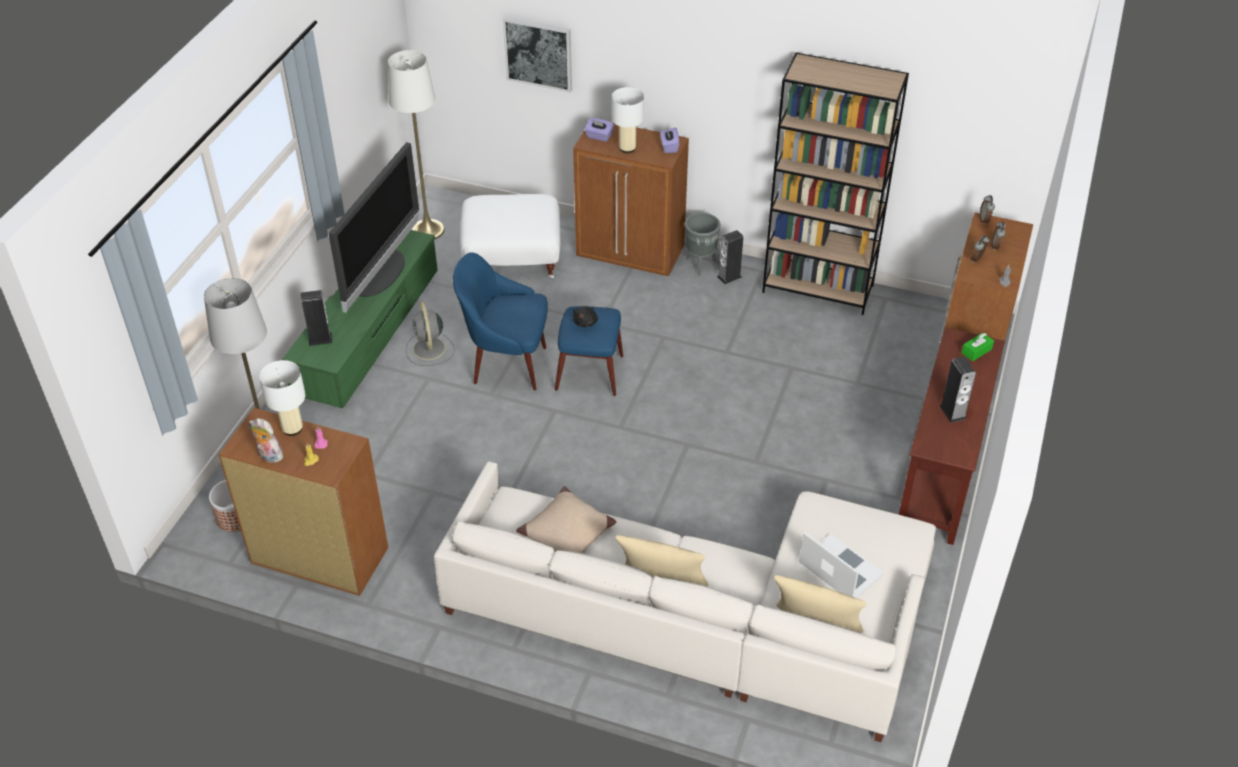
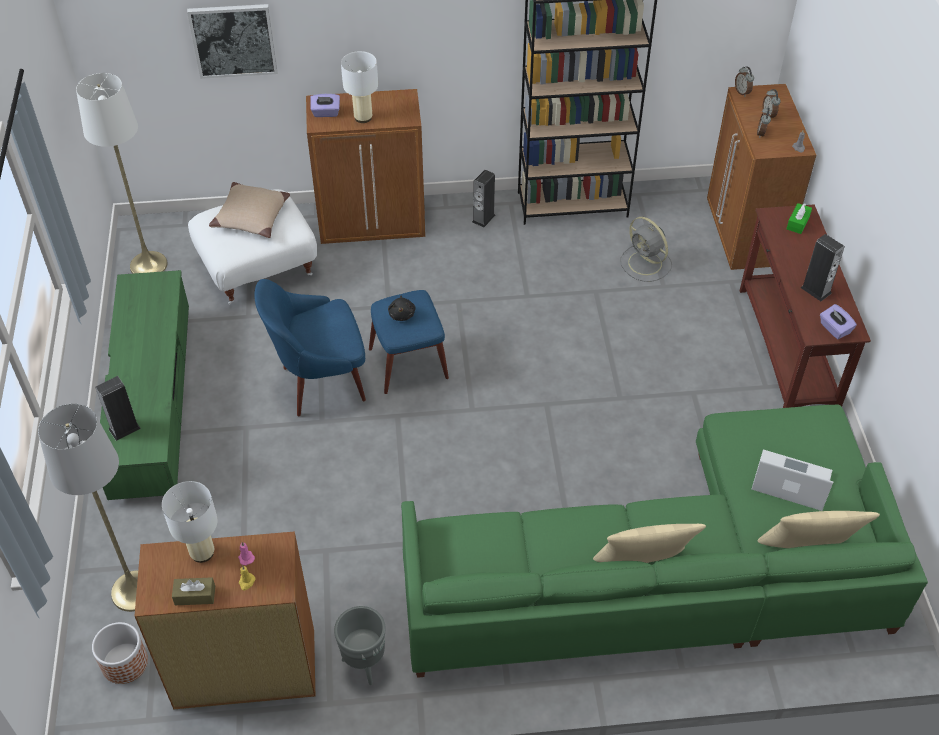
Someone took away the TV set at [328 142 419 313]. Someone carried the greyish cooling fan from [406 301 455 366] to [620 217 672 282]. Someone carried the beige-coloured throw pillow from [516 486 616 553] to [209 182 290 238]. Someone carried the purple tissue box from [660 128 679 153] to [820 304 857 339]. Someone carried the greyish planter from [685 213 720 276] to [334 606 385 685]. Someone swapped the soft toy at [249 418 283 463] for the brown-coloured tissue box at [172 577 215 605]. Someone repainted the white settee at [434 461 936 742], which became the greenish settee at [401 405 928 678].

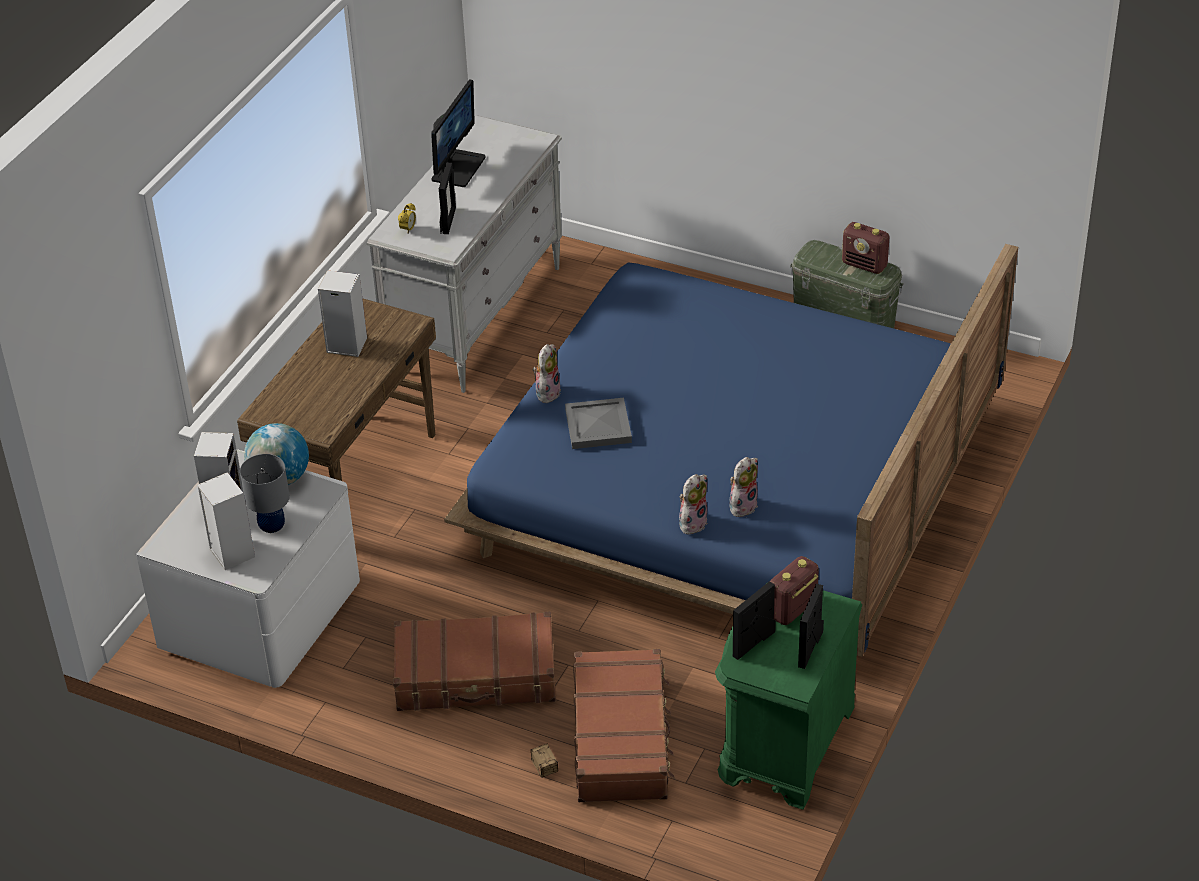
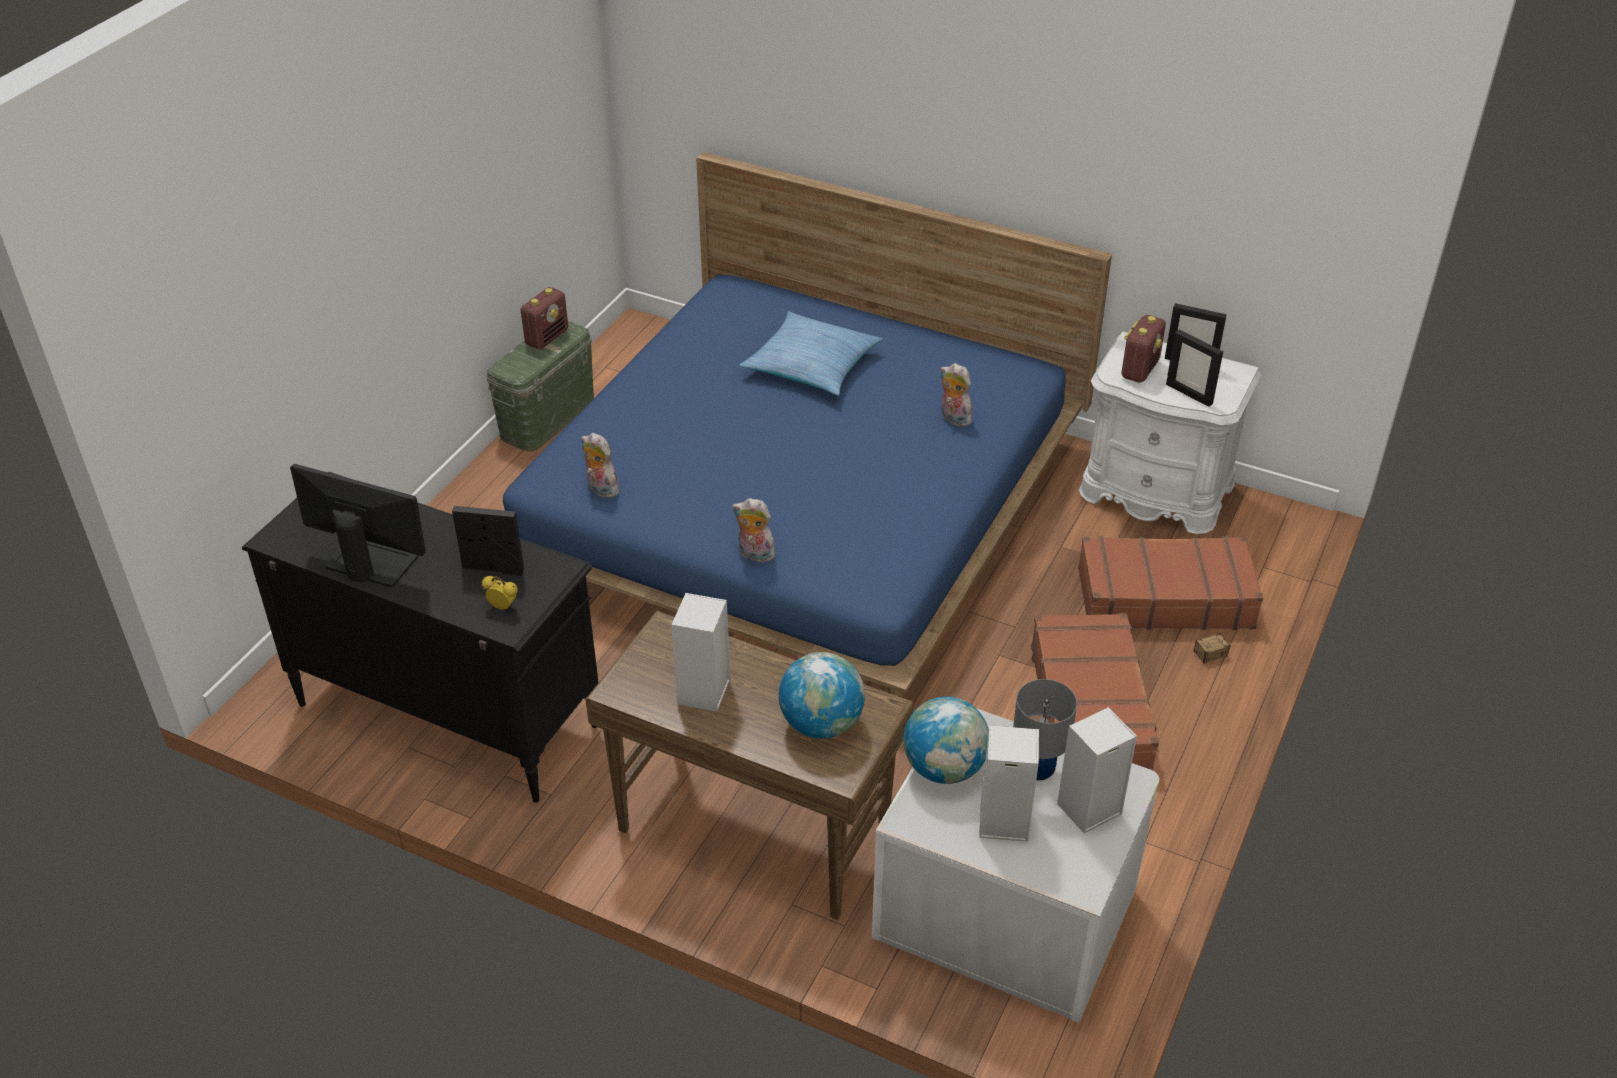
Someone took away the greyish carrying tray at [565 398 632 449]. Someone put down the throw pillow at [739 311 883 396]. Someone put down the world globe at [779 652 865 739]. Someone carried the soft toy from [679 474 707 534] to [581 433 620 498]. Someone repainted the white chest of drawers at [367 115 562 393], which became the black-coloured chest of drawers at [242 472 599 803]. Someone repainted the greenish bedside table at [715 590 862 810], which became the white bedside table at [1079 331 1261 534]. Someone rotated the radio at [770 556 819 625] by 105 degrees counterclockwise.

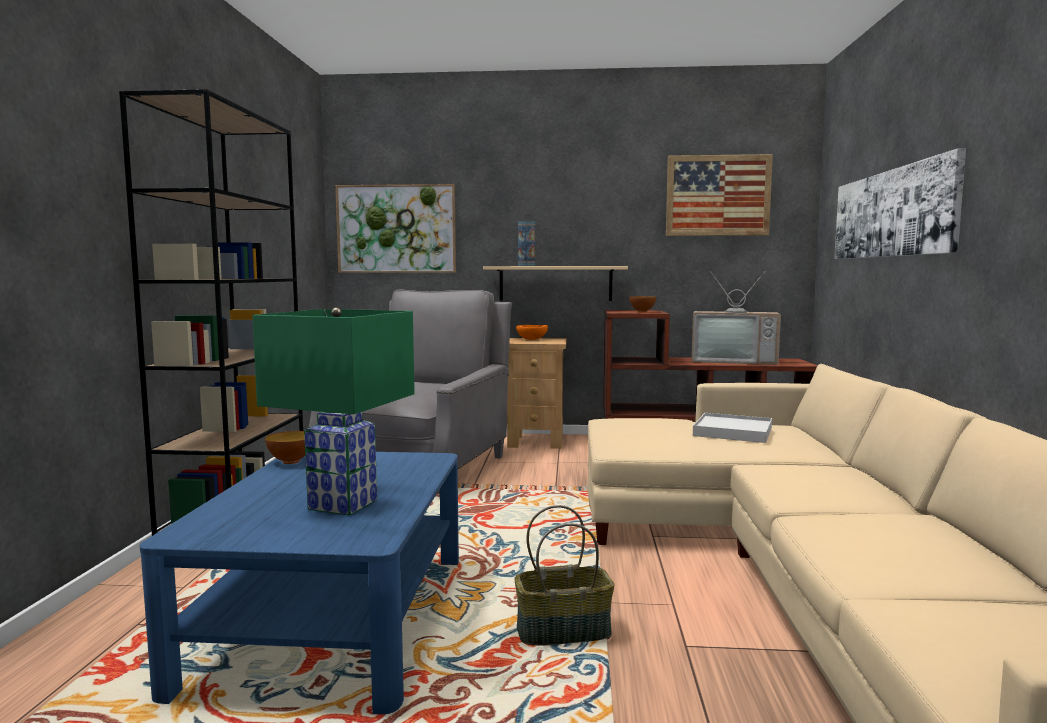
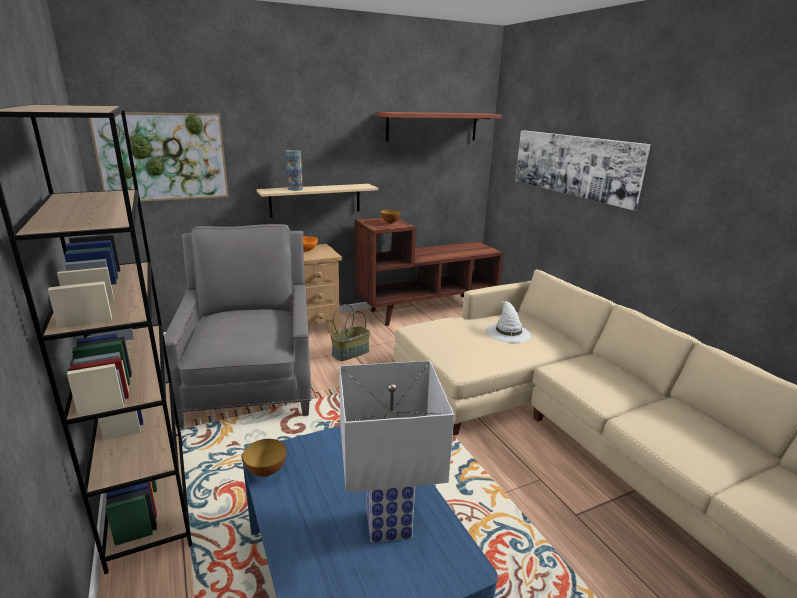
Someone took away the TV set at [692 271 781 365]. Someone carried the household basket from [514 505 615 646] to [331 304 370 361]. Someone swapped the wall art at [666 154 773 236] for the shelf at [377 112 502 141]. Someone swapped the white carrying tray at [693 413 772 443] for the white clothing hat at [486 301 532 343]. Someone repainted the greenish lamp for a table at [252 307 415 515], which became the white lamp for a table at [339 361 454 543].

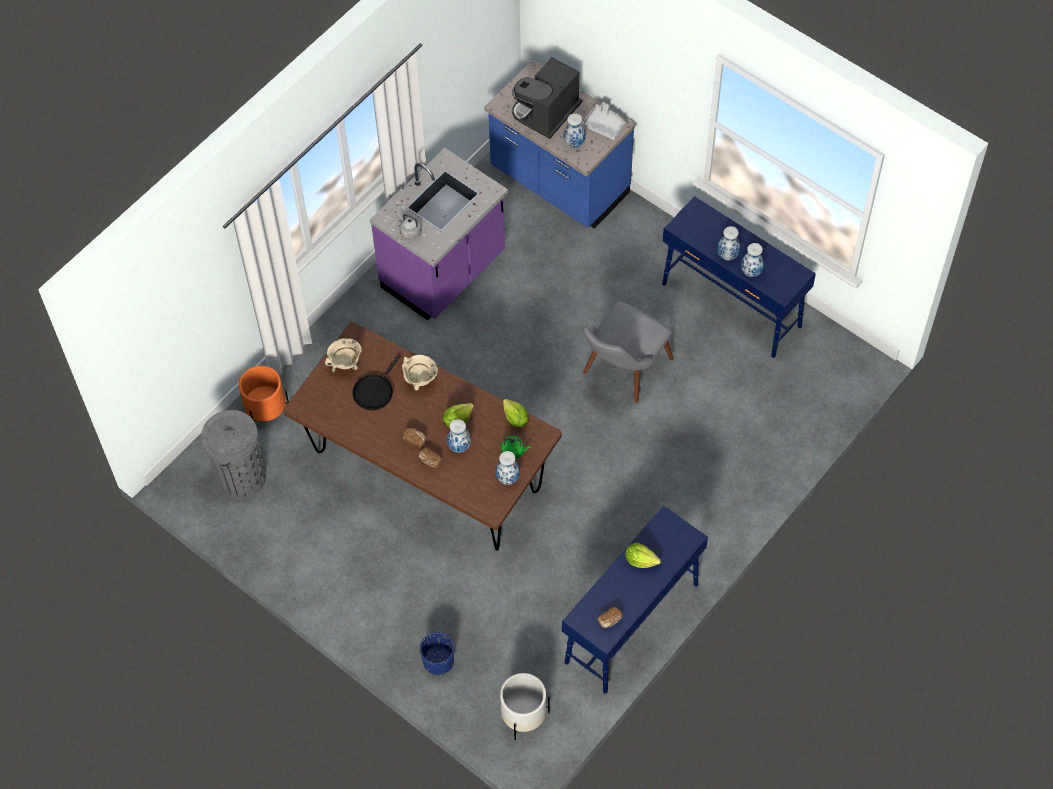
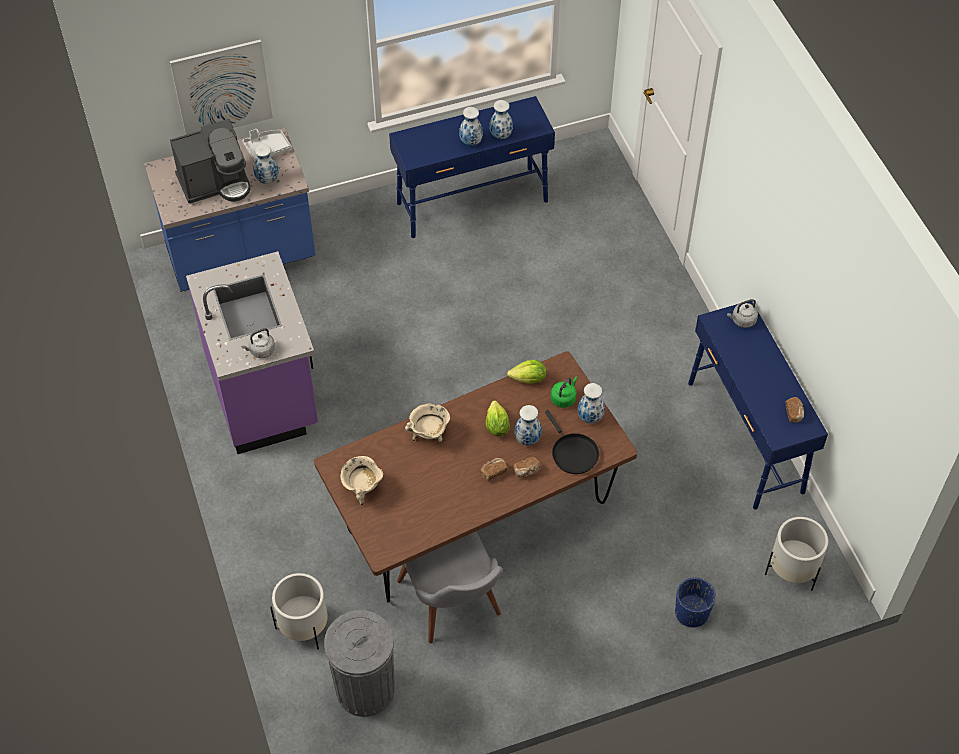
Someone took away the lettuce head at [625 543 661 568]. Someone put up the wall art at [170 40 273 135]. Someone put down the greyish kettle at [727 299 758 328]. Someone carried the black-coloured pan from [352 355 401 410] to [545 410 599 474]. Someone carried the greyish chair from [582 301 674 403] to [397 532 503 643]. Someone repainted the orange planter at [239 366 289 422], which became the white planter at [270 573 328 649]. Someone rotated the coffee maker at [512 57 582 139] by 90 degrees counterclockwise.

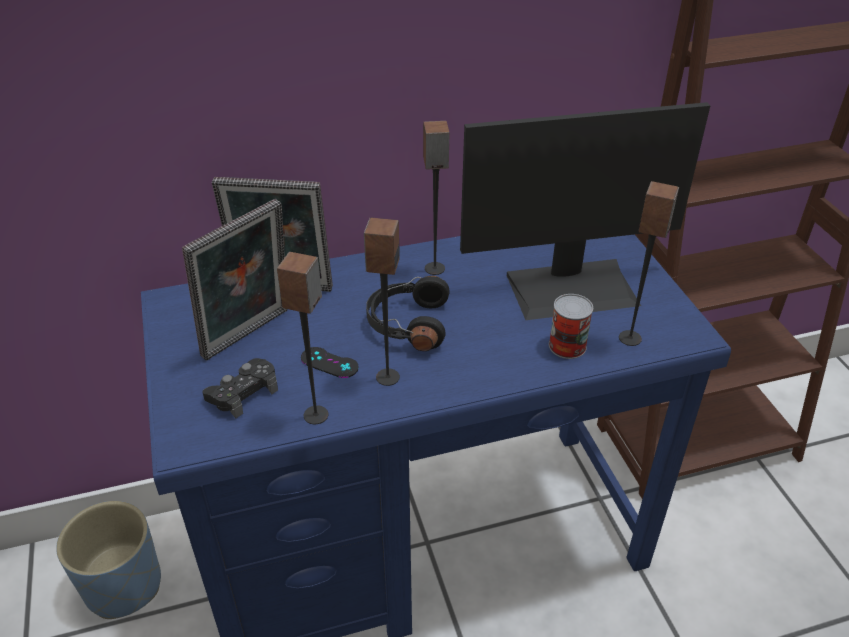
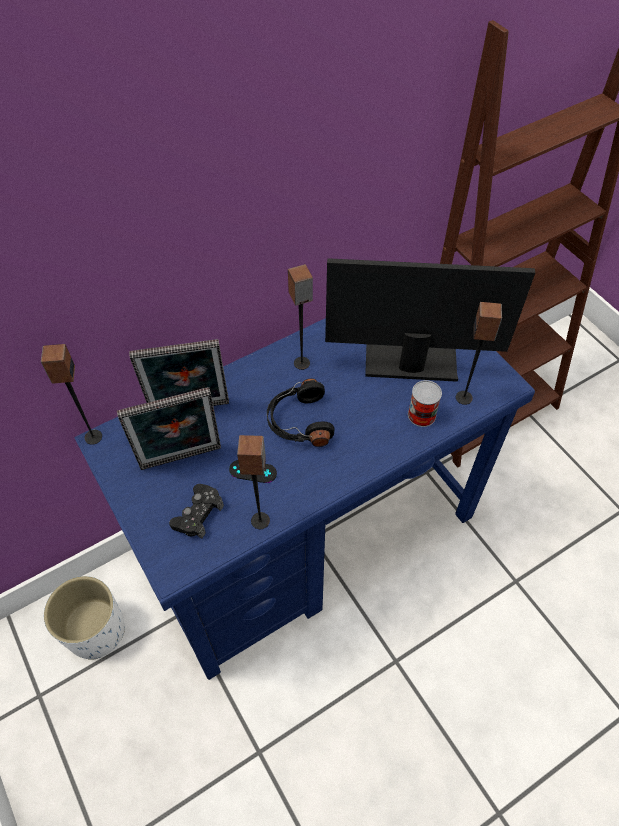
Someone carried the speaker from [364 218 400 386] to [41 344 102 445]. Someone repainted the bluish planter at [56 501 161 619], which became the white planter at [44 576 125 660]. Someone rotated the photo frame at [182 199 288 361] by 45 degrees clockwise. Someone rotated the computer screen at [460 102 710 320] by 150 degrees counterclockwise.

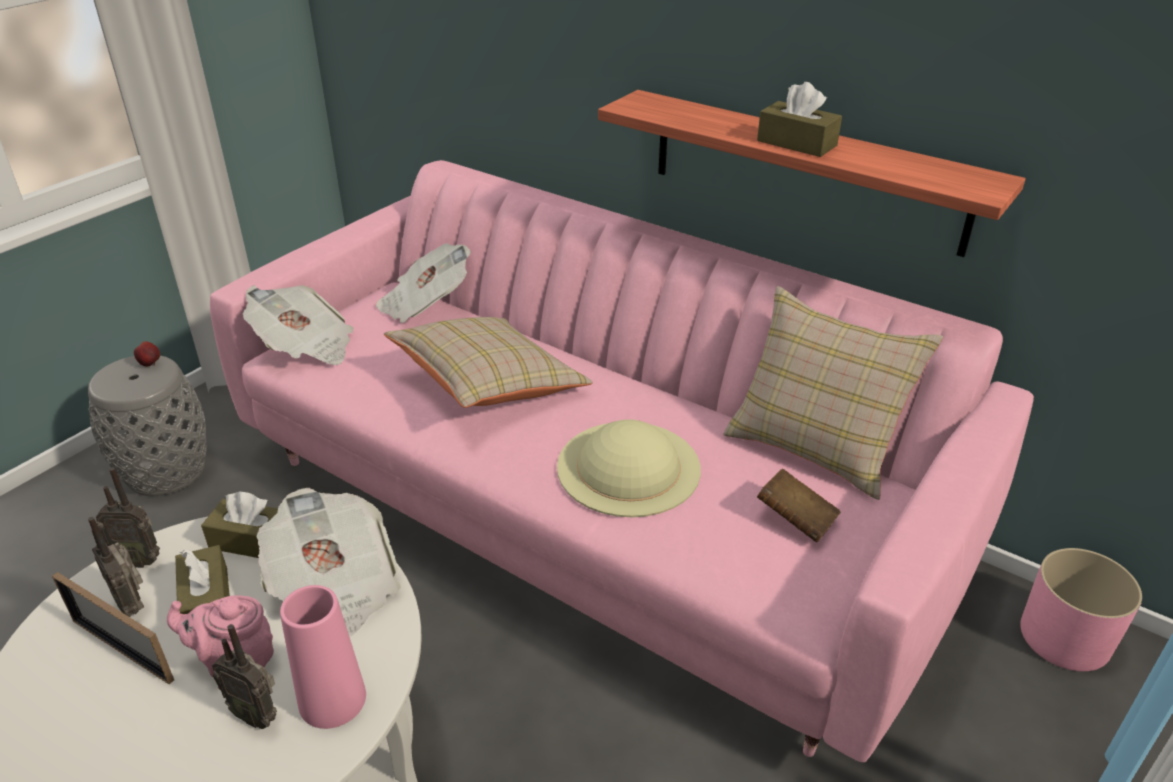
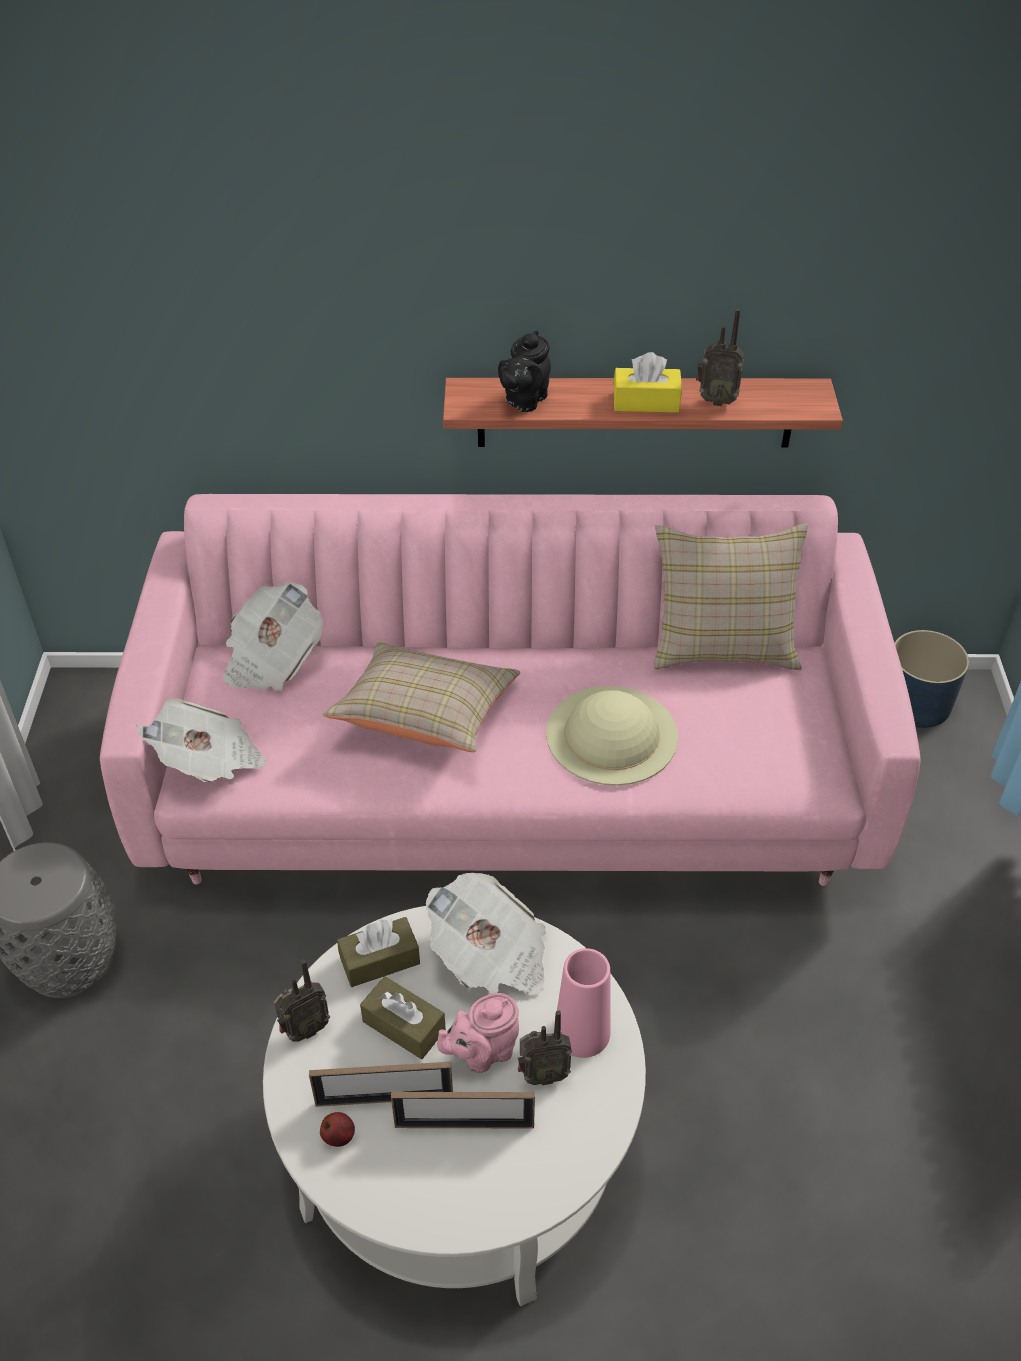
Someone took away the brown-coloured bound book at [757 469 841 543]. Someone put down the photo frame at [391 1092 535 1128]. Someone put down the black-coloured pot for tea at [498 330 551 412]. Someone carried the radio from [88 517 144 617] to [696 309 744 406]. Someone carried the whole apple from [134 341 160 367] to [320 1112 355 1147]. Someone repainted the brown-coloured tissue box at [757 82 842 157], which became the yellow tissue box at [613 352 682 413]. Someone repainted the pink planter at [1020 548 1142 671], which became the bluish planter at [895 630 969 728].

